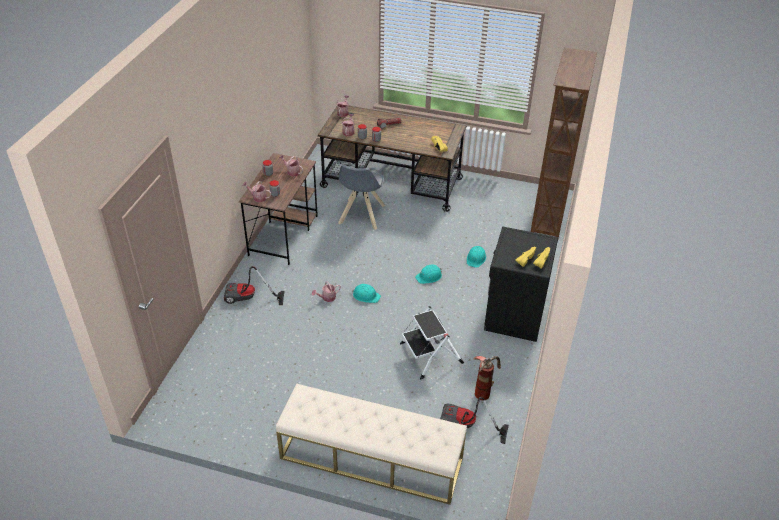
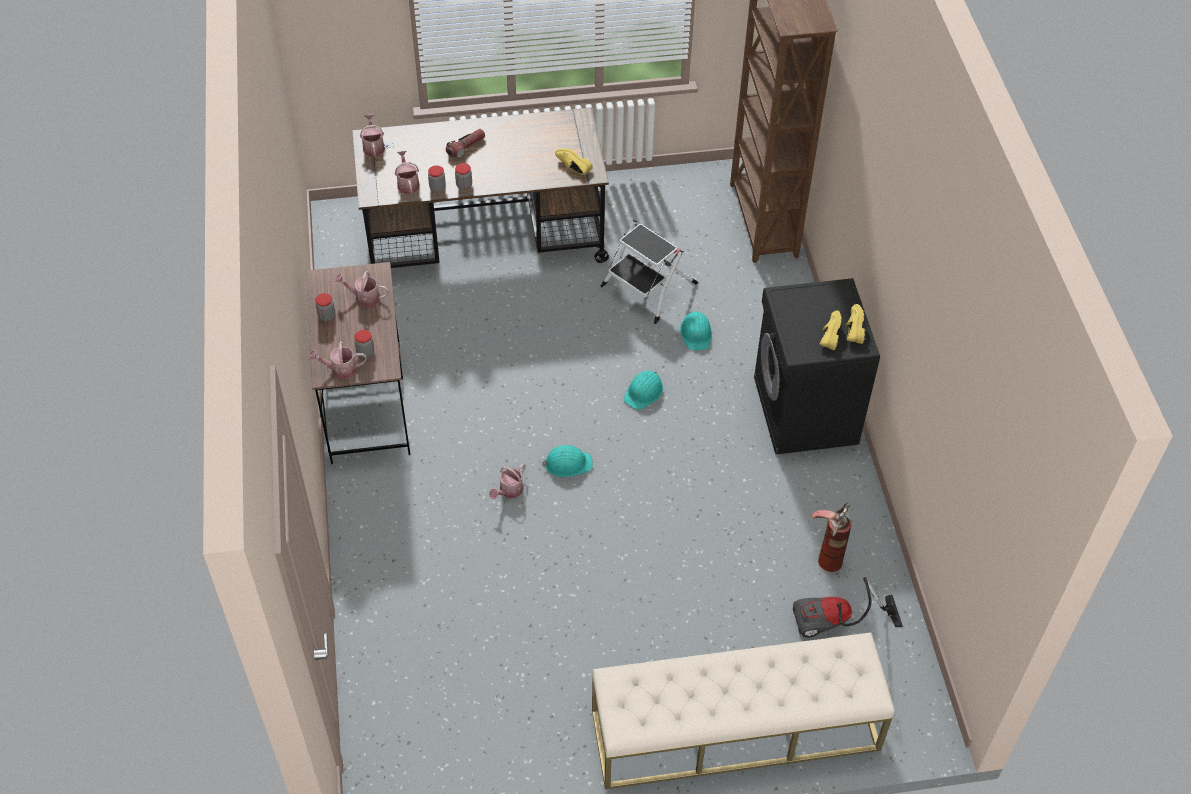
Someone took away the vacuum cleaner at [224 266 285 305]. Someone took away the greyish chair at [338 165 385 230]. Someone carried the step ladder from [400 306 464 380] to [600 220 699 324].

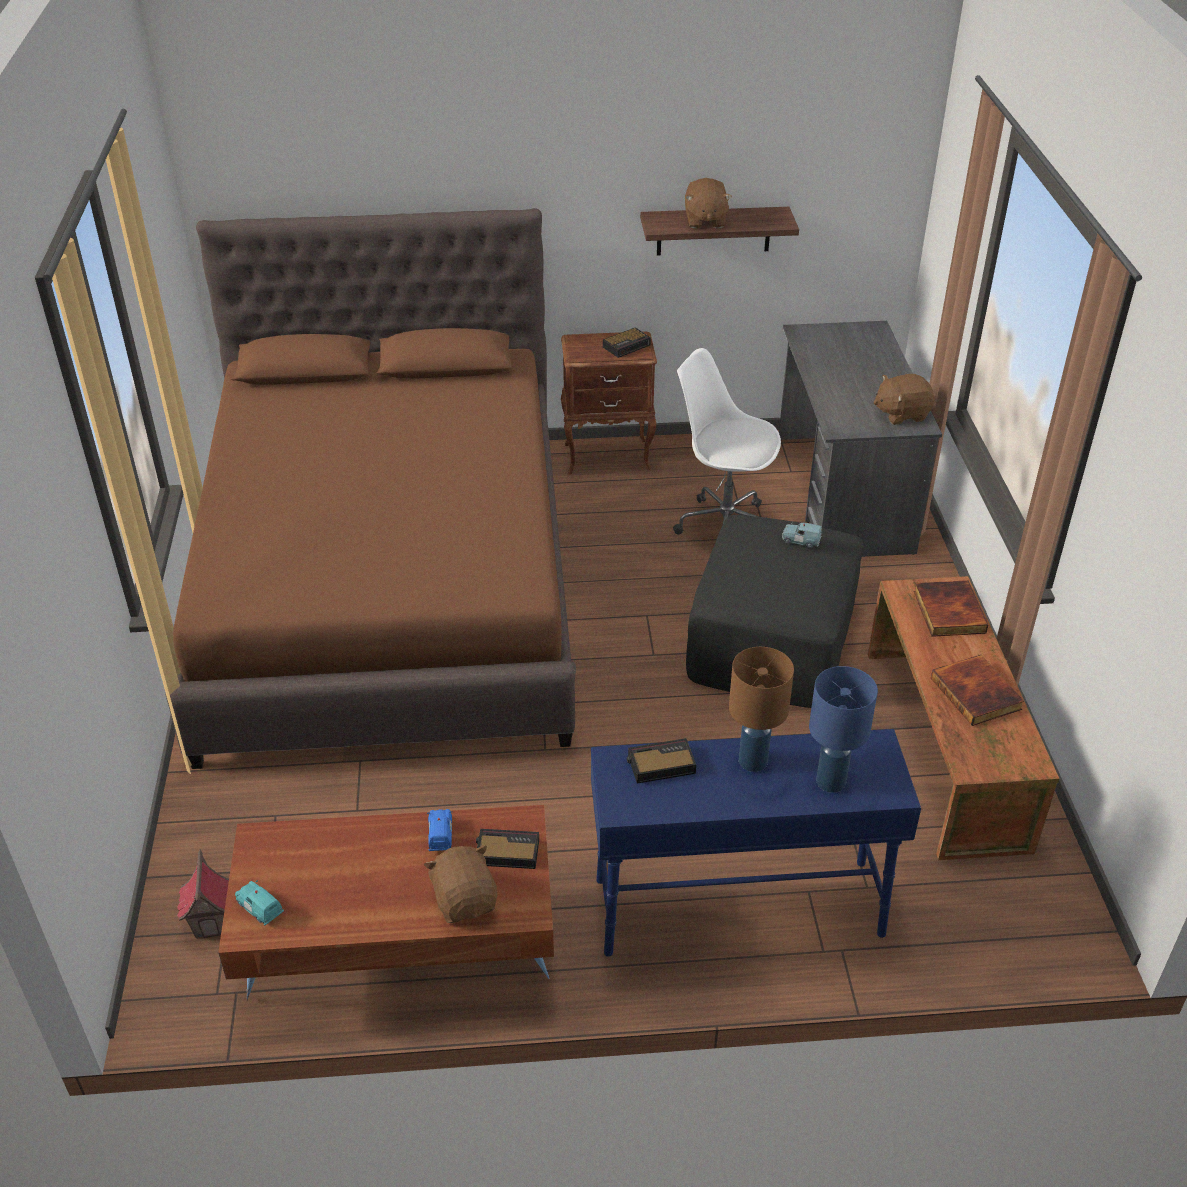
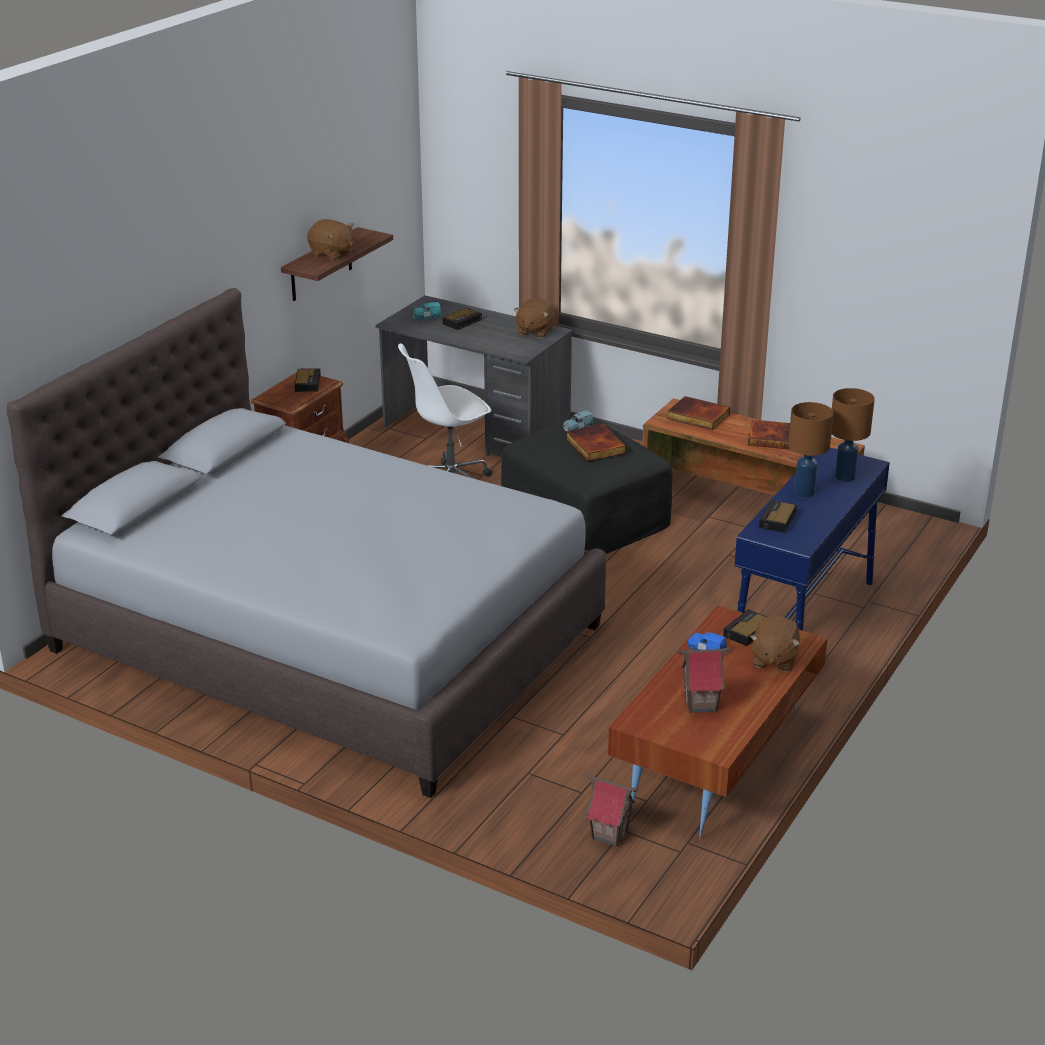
Someone put down the bedside clock at [443 308 482 330]. Someone put down the bound book at [566 424 626 461]. Someone put down the toy house at [677 647 732 713]. Someone carried the turquoise-coloured model car from [235 880 284 926] to [413 302 441 321]. Someone repainted the brown-coloured sleeping bed at [165 208 576 769], which became the greyish sleeping bed at [6 288 606 798]. Someone repainted the bluish lamp for a table at [809 666 878 793], which became the brown-coloured lamp for a table at [831 388 875 482]. Someone rotated the brown-coloured soft toy at [424 845 497 923] by 90 degrees counterclockwise.

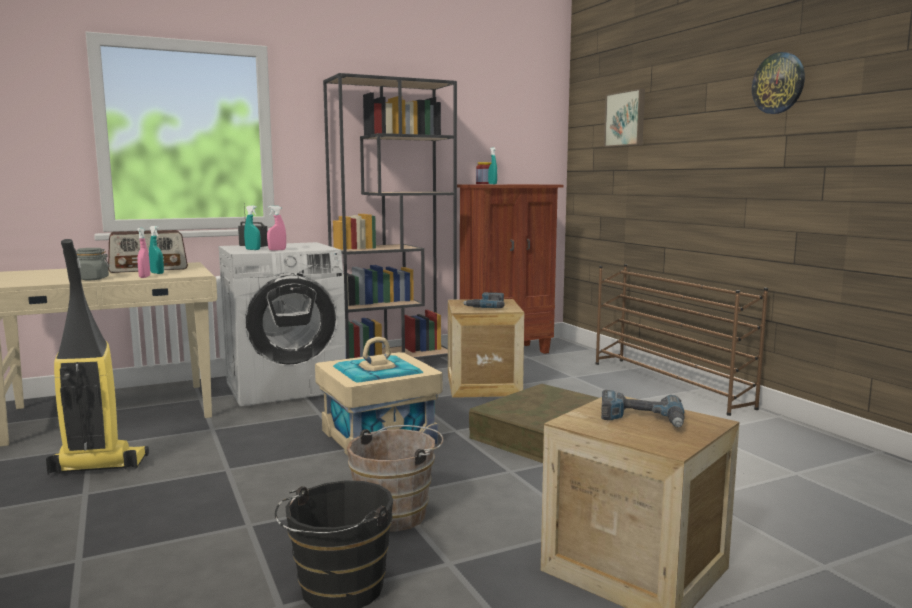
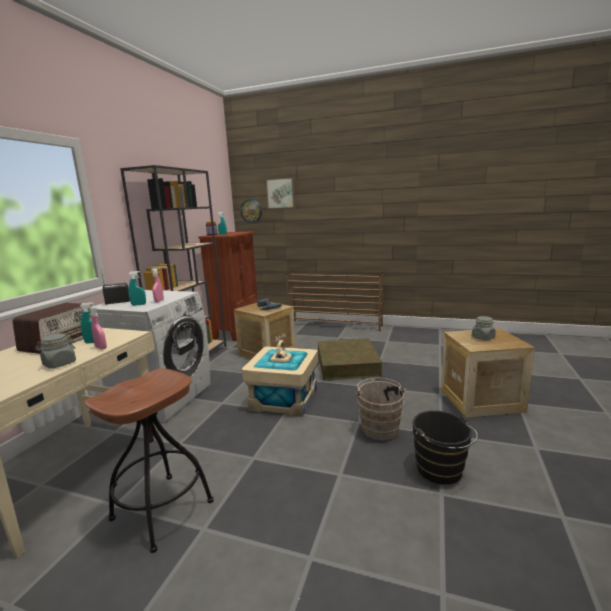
Someone carried the wall clock from [752 52 805 114] to [240 199 262 223]. Someone swapped the vacuum cleaner at [46 239 149 475] for the brown-coloured stool at [84 369 214 553]. Someone swapped the electric drill at [601 390 685 427] for the greyish preserve jar at [472 316 496 340].

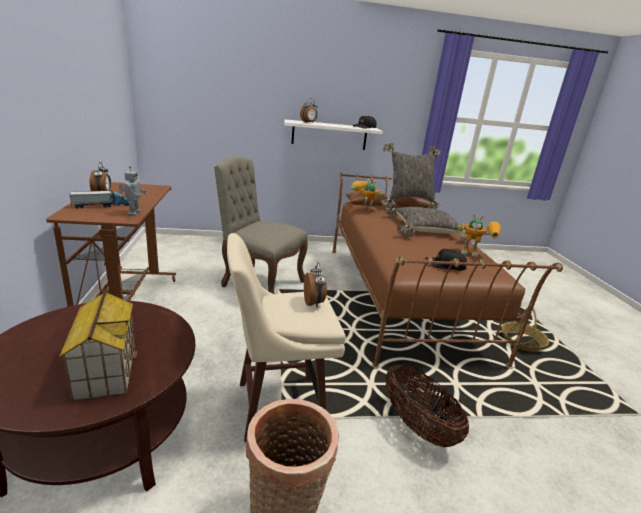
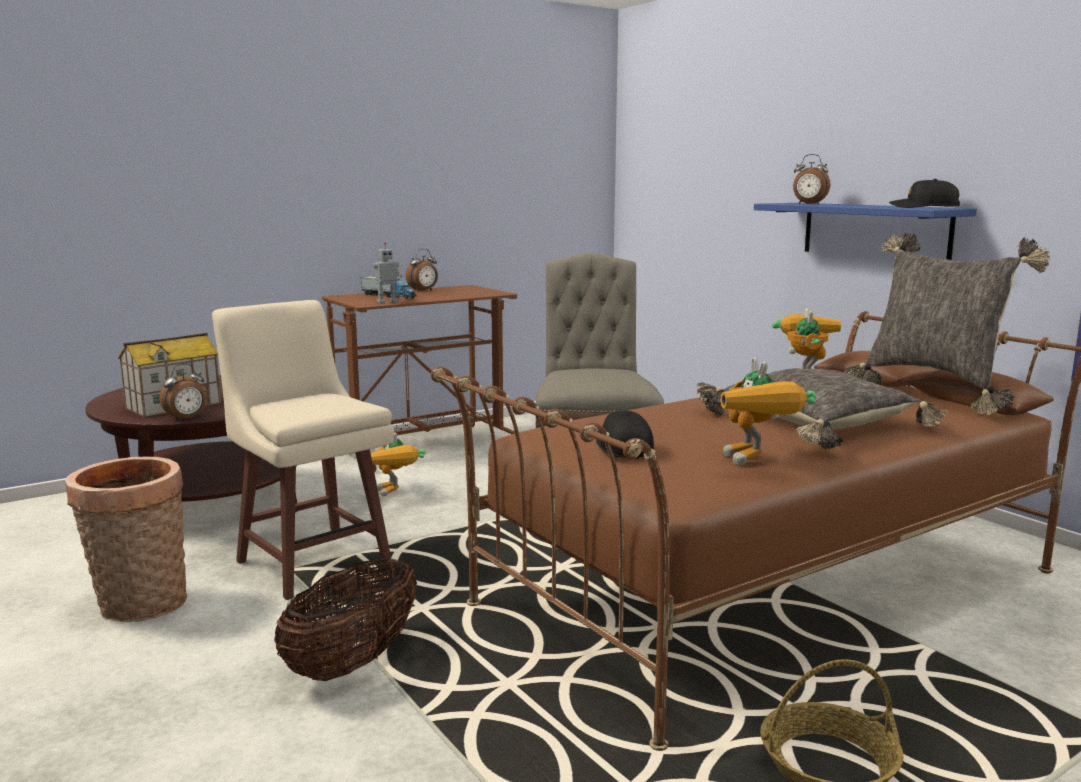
Someone put down the toy robot at [371 432 426 497]. Someone carried the bedside clock from [304 262 327 307] to [160 363 206 421]. Someone repainted the white shelf at [284 119 383 150], which became the bluish shelf at [754 203 977 260].

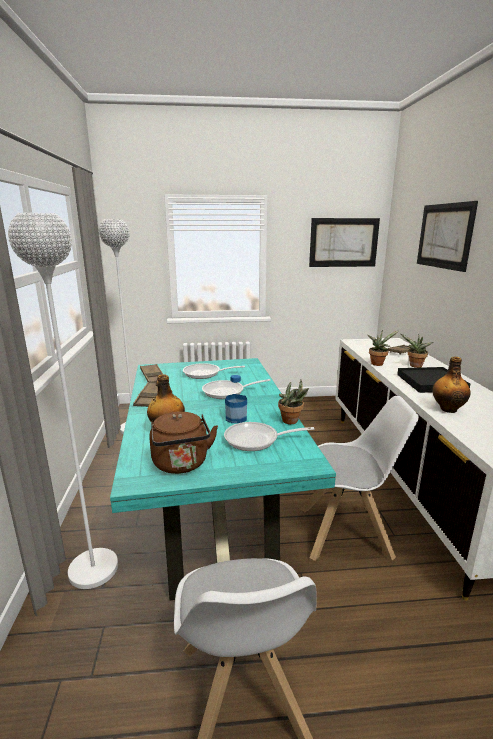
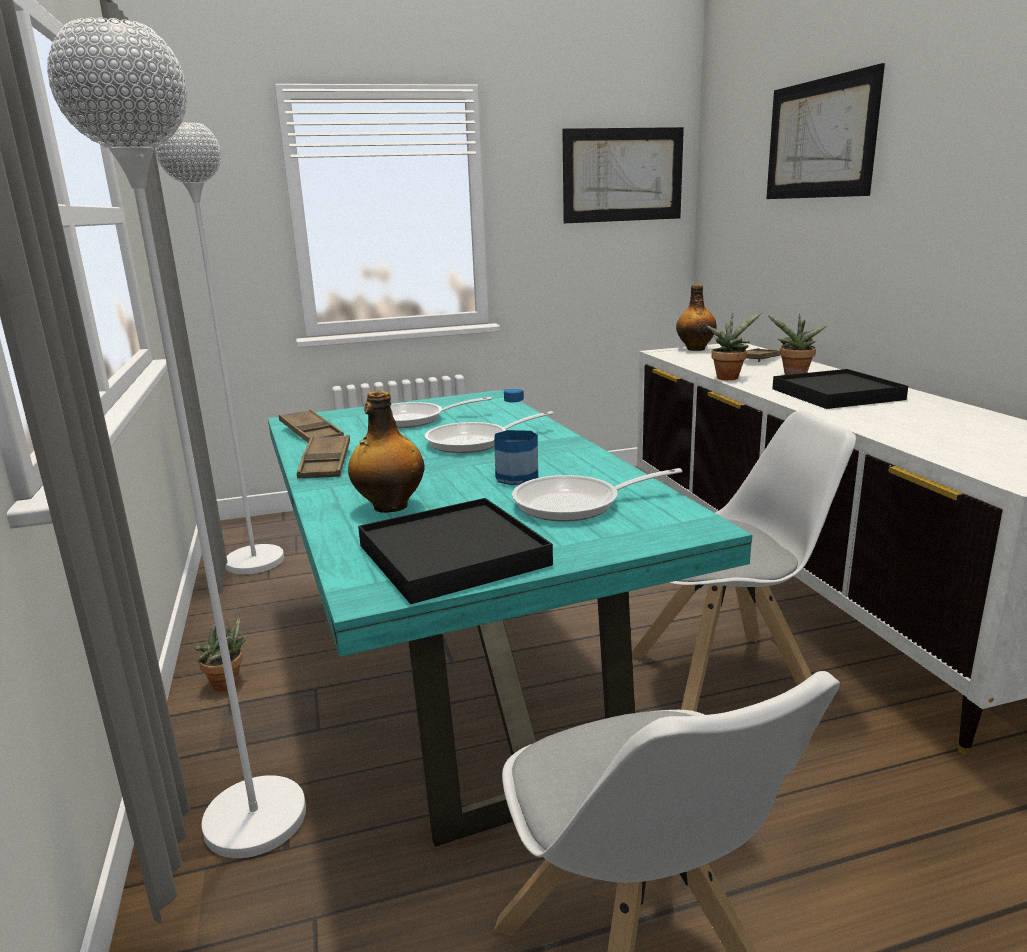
Someone carried the houseplant from [278 380 309 424] to [194 616 249 691]. Someone carried the drink bottle from [432 357 471 413] to [676 284 717 351]. Someone swapped the brown-coloured kettle at [149 412 218 474] for the black-coloured carrying tray at [358 498 553 604].

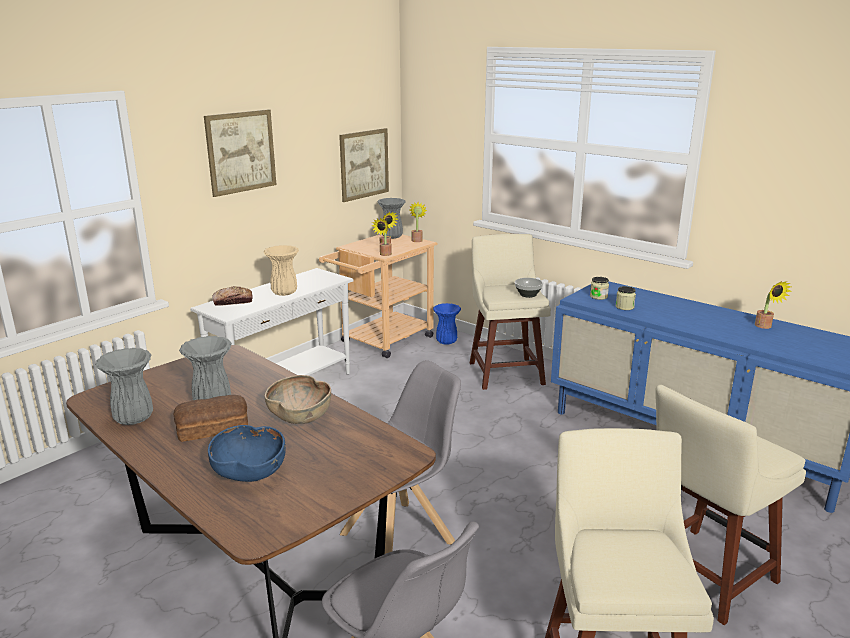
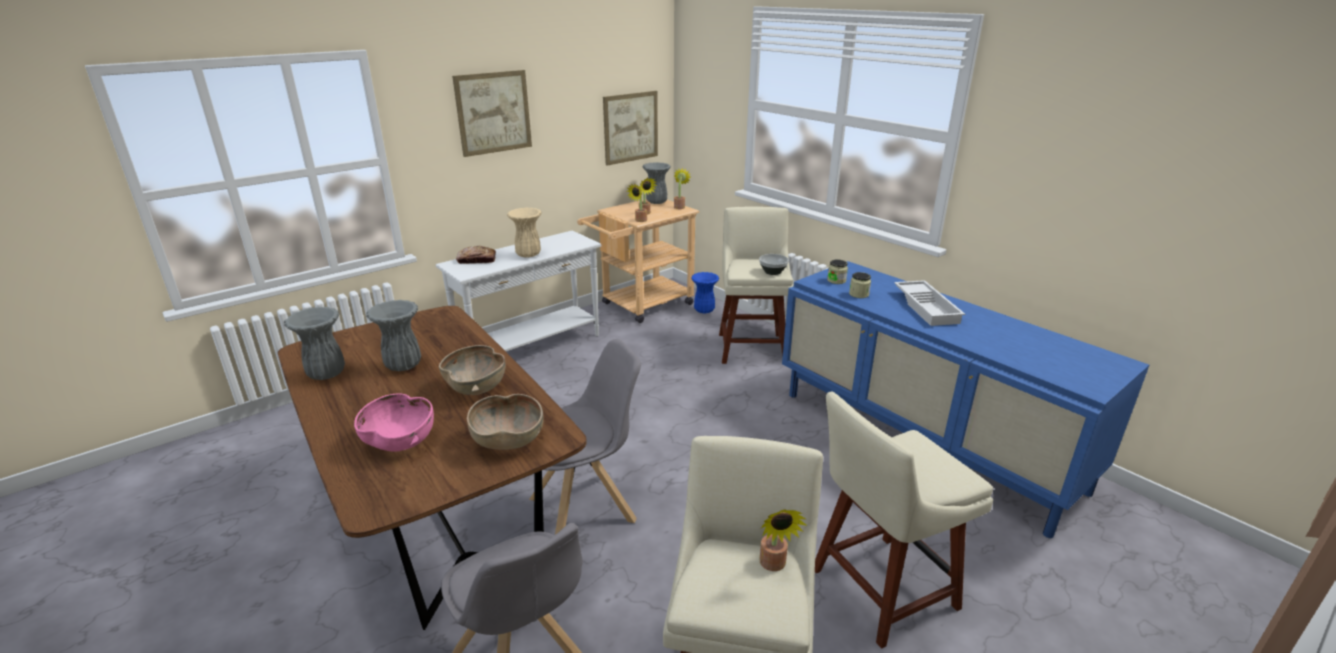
Someone took away the bakery bread at [174 395 248 442]. Someone put down the brown-coloured bowl at [467 394 544 450]. Someone put down the white carrying tray at [894 280 965 326]. Someone carried the houseplant from [755 281 792 329] to [760 509 806 571]. Someone repainted the bluish bowl at [208 425 286 482], which became the pink bowl at [354 393 434 451].

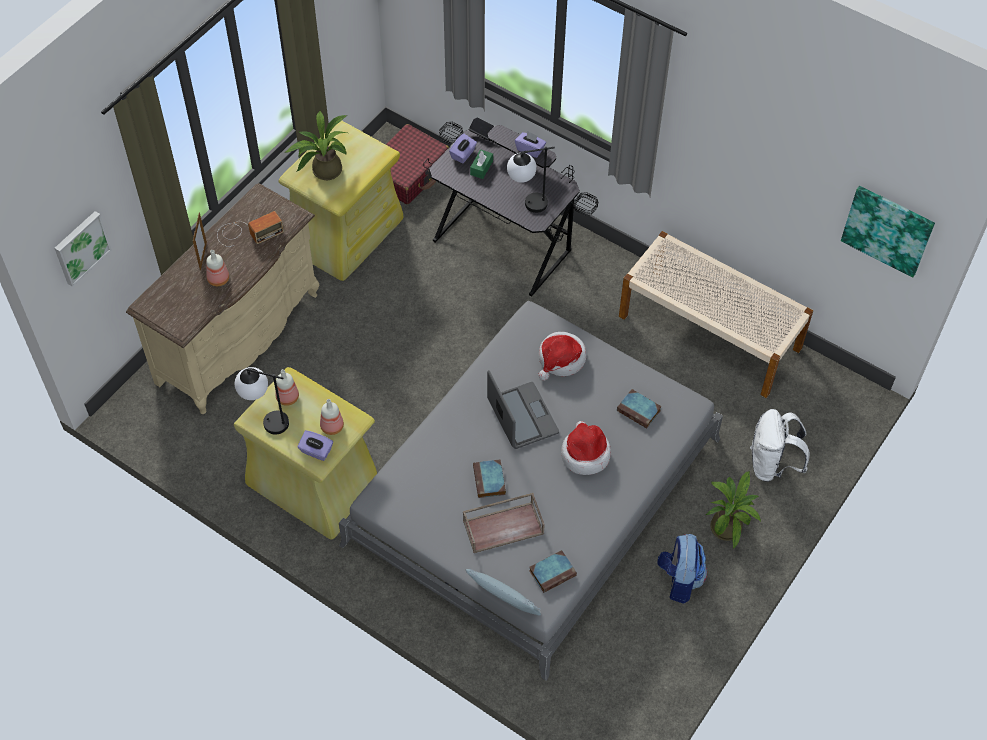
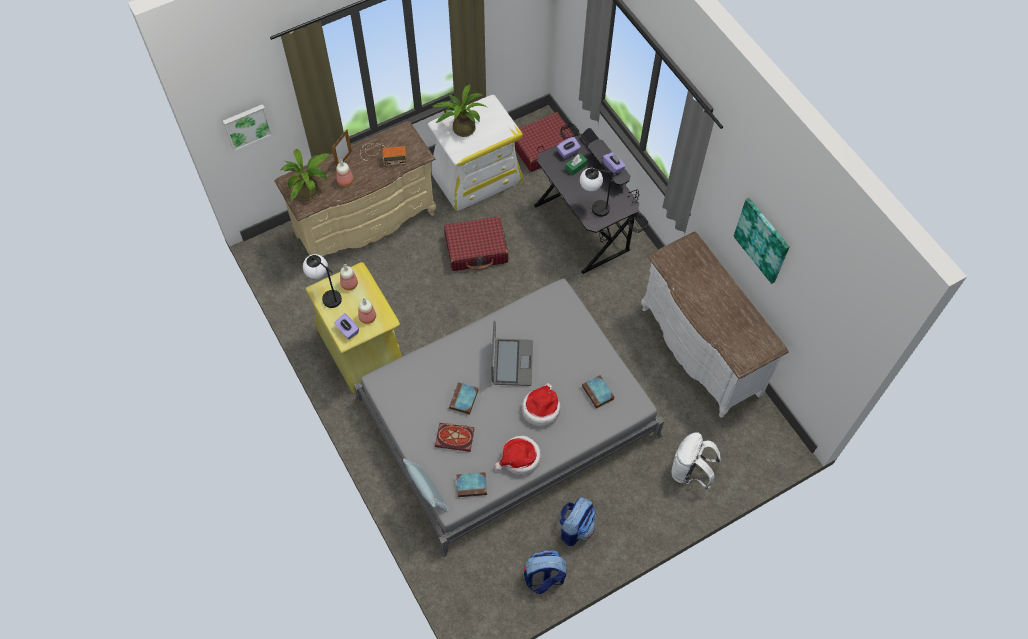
Someone put down the red-coloured suitcase at [444 216 508 271]. Someone put down the backpack at [524 550 567 594]. Someone carried the clothing hat from [538 332 587 381] to [494 436 542 475]. Someone carried the houseplant from [705 471 761 549] to [281 149 329 201]. Someone carried the wall art from [841 186 935 278] to [733 198 790 284]. Someone swapped the brown-coloured carrying tray at [463 493 545 553] for the bound book at [435 423 474 452]. Someone swapped the beige-coloured indoor bench at [619 231 814 398] for the white chest of drawers at [641 231 789 418]. Someone repainted the yellow bedside table at [279 121 404 281], which became the white bedside table at [428 95 523 211].

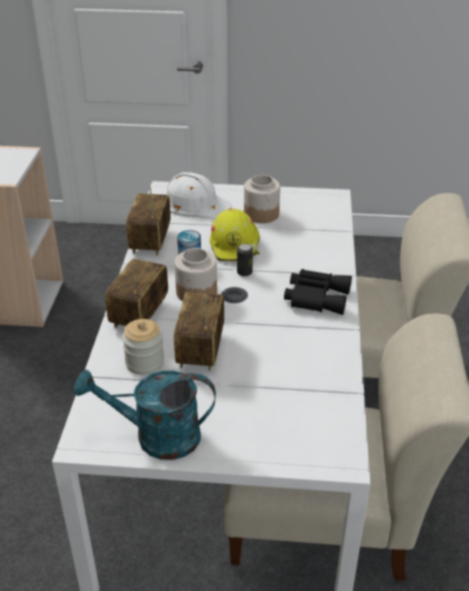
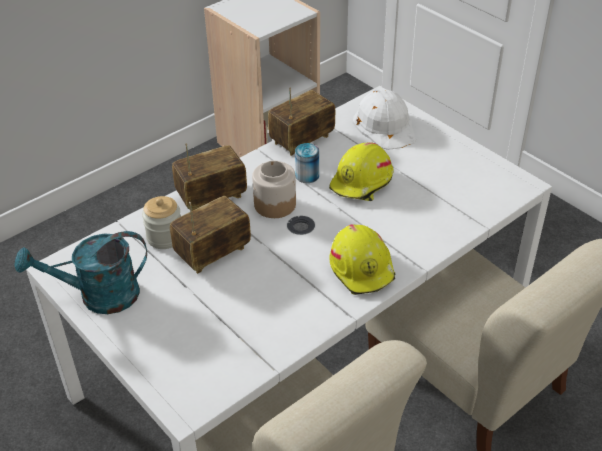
Someone took away the metal can at [237 244 253 276]. Someone took away the preserve jar at [244 175 280 223]. Someone swapped the black-coloured binoculars at [284 269 352 315] for the yellow hard hat at [329 224 396 295]. Someone rotated the turquoise-coloured sprinkling can at [74 370 216 460] by 60 degrees counterclockwise.

